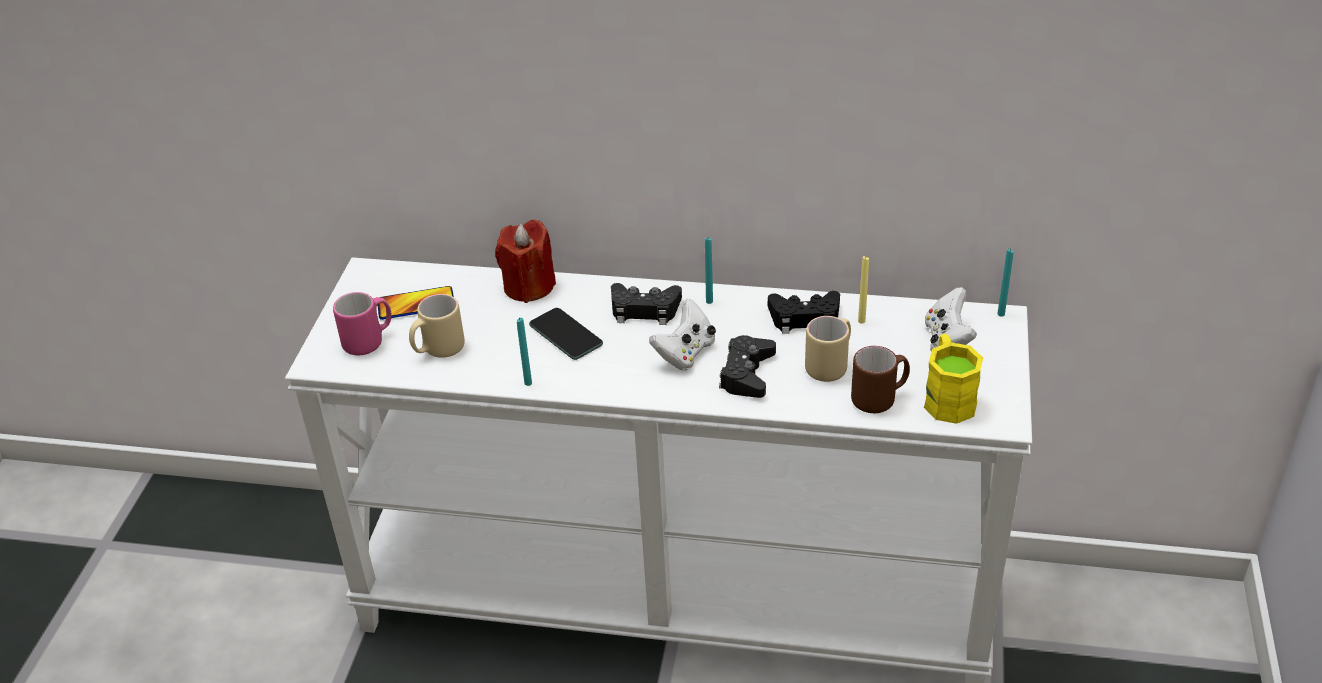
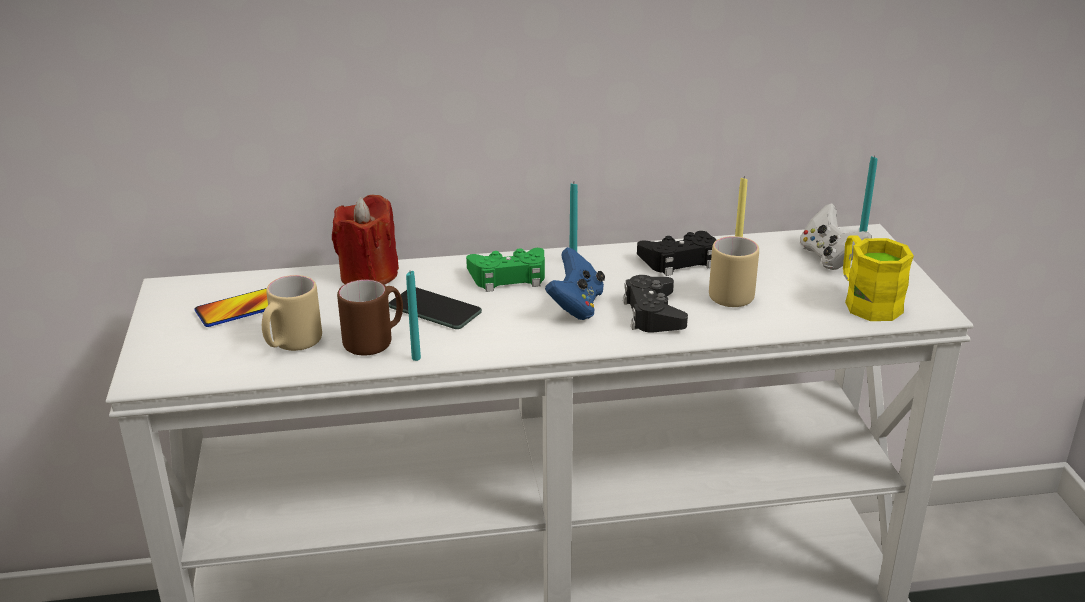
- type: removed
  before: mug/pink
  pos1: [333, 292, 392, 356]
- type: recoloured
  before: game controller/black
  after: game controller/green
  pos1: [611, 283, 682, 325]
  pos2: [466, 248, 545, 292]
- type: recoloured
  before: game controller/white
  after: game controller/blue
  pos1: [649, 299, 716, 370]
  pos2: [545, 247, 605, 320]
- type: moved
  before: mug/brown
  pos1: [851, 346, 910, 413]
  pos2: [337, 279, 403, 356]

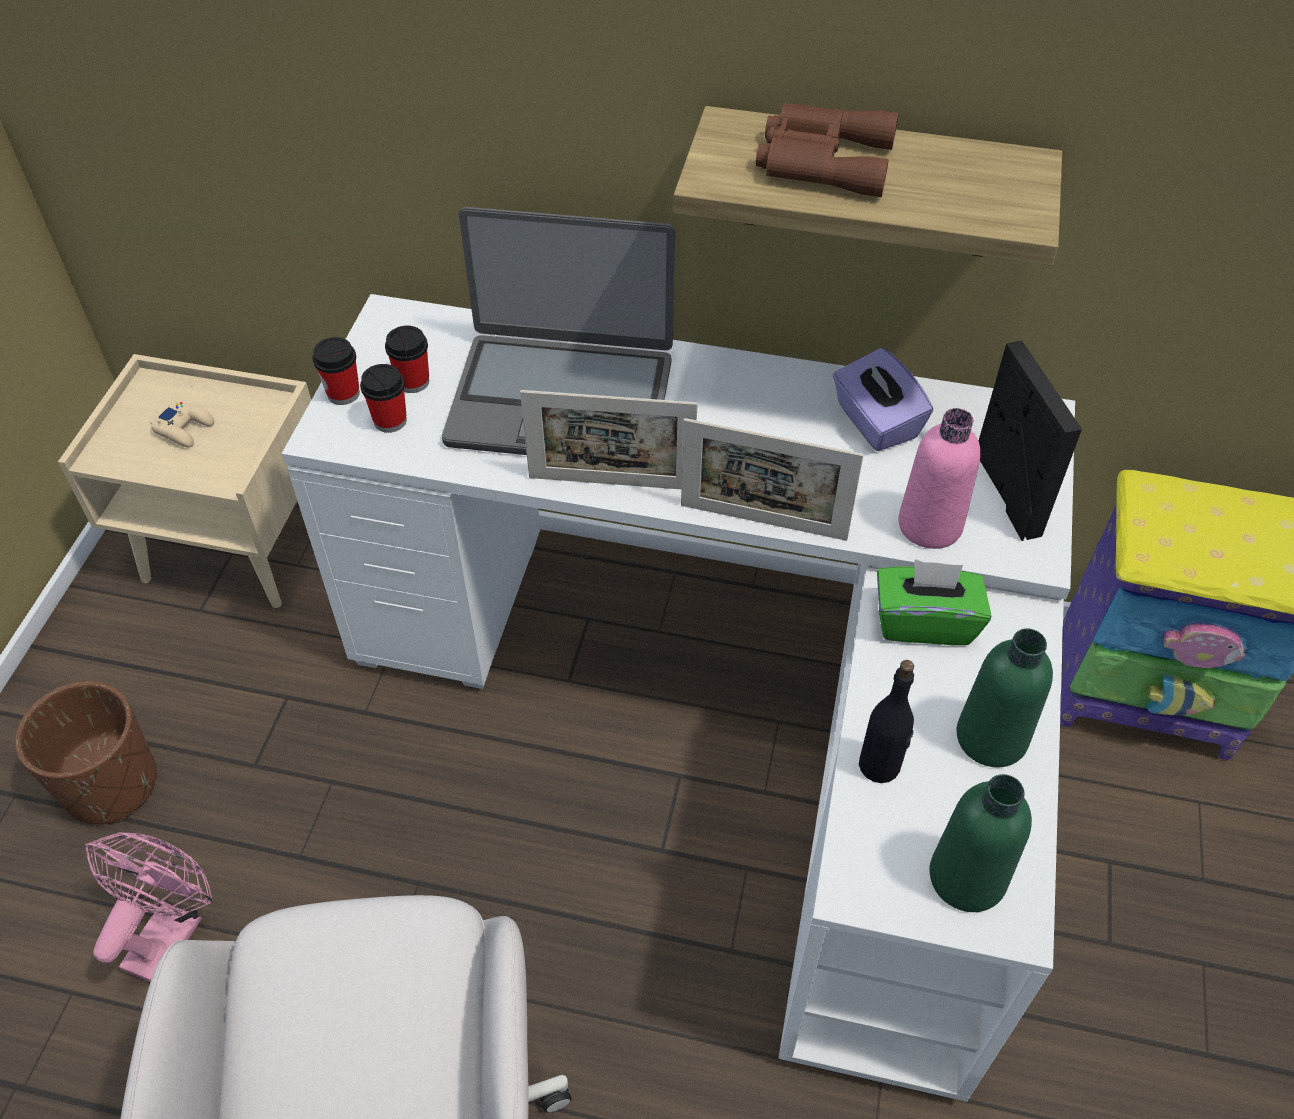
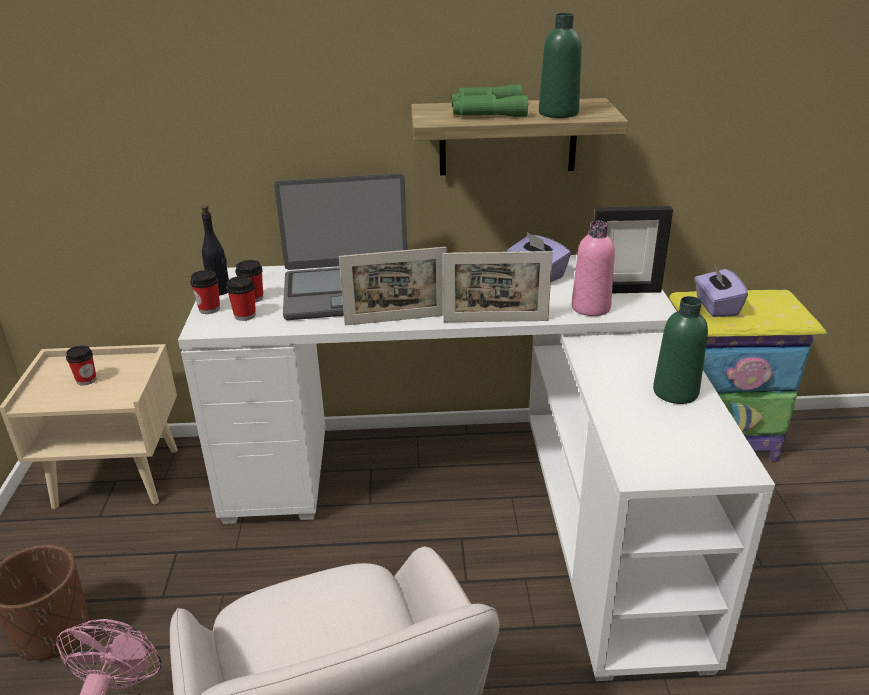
- type: replaced
  before: game controller/beige
  after: cup
  pos1: [150, 401, 214, 447]
  pos2: [66, 345, 97, 386]
- type: recoloured
  before: binoculars/brown
  after: binoculars/green
  pos1: [756, 103, 899, 197]
  pos2: [451, 84, 528, 117]
- type: moved
  before: bottle/black
  pos1: [859, 660, 914, 783]
  pos2: [201, 205, 229, 296]
- type: removed
  before: tissue box/green
  pos1: [877, 559, 991, 645]
- type: moved
  before: bottle/green
  pos1: [929, 774, 1032, 912]
  pos2: [539, 13, 582, 118]
- type: turned
  before: picture frame
  pos1: [979, 340, 1082, 541]
  pos2: [594, 206, 673, 293]
  turn: 120
- type: added
  after: tissue box/purple
  pos2: [695, 264, 748, 317]

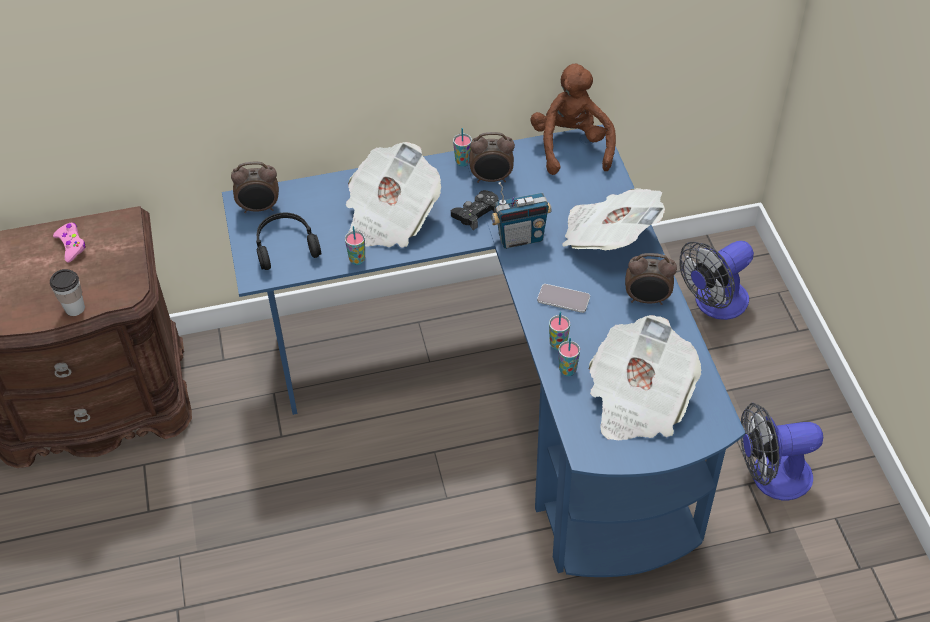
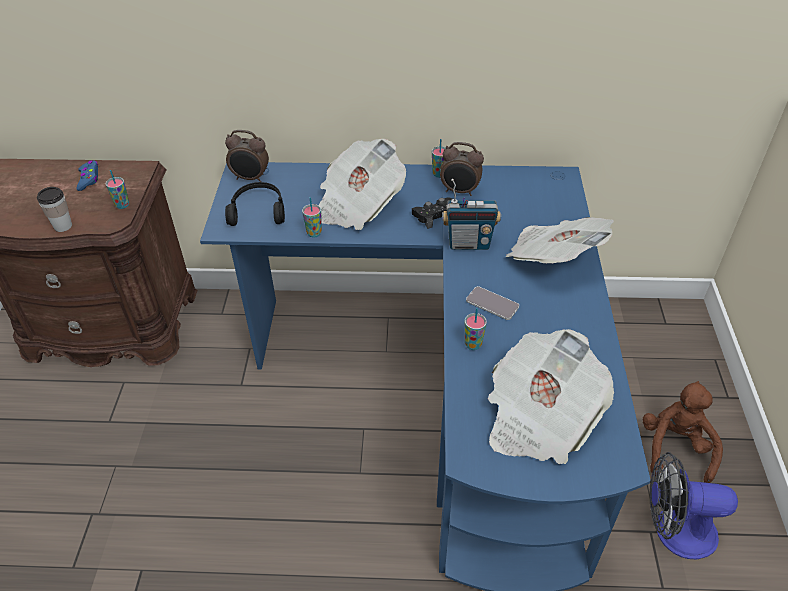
- type: recoloured
  before: game controller/pink
  after: game controller/blue
  pos1: [53, 223, 86, 263]
  pos2: [77, 160, 98, 191]
- type: moved
  before: plush toy/brown
  pos1: [531, 63, 616, 175]
  pos2: [643, 381, 723, 483]
- type: moved
  before: cup
  pos1: [559, 338, 580, 376]
  pos2: [106, 170, 129, 209]
- type: removed
  before: alarm clock
  pos1: [625, 253, 677, 305]
- type: removed
  before: fan
  pos1: [679, 241, 754, 320]

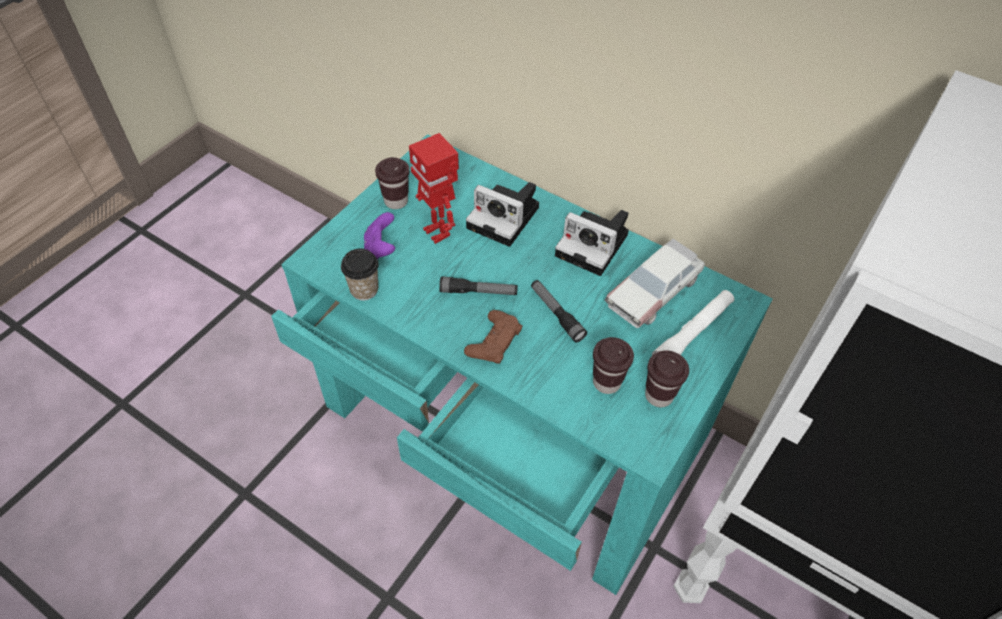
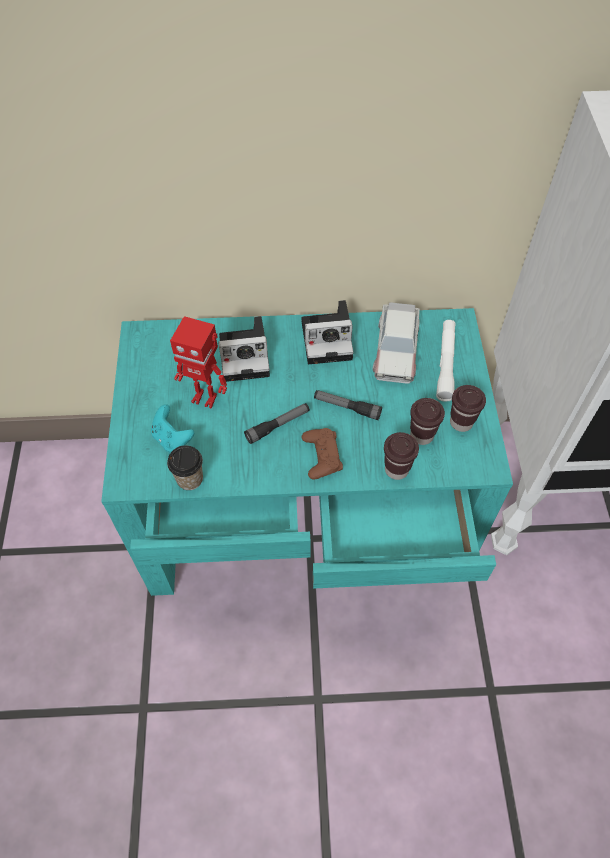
- type: recoloured
  before: game controller/purple
  after: game controller/turquoise
  pos1: [364, 212, 395, 260]
  pos2: [151, 404, 194, 453]
- type: moved
  before: cup/brown
  pos1: [375, 157, 410, 209]
  pos2: [384, 432, 419, 480]

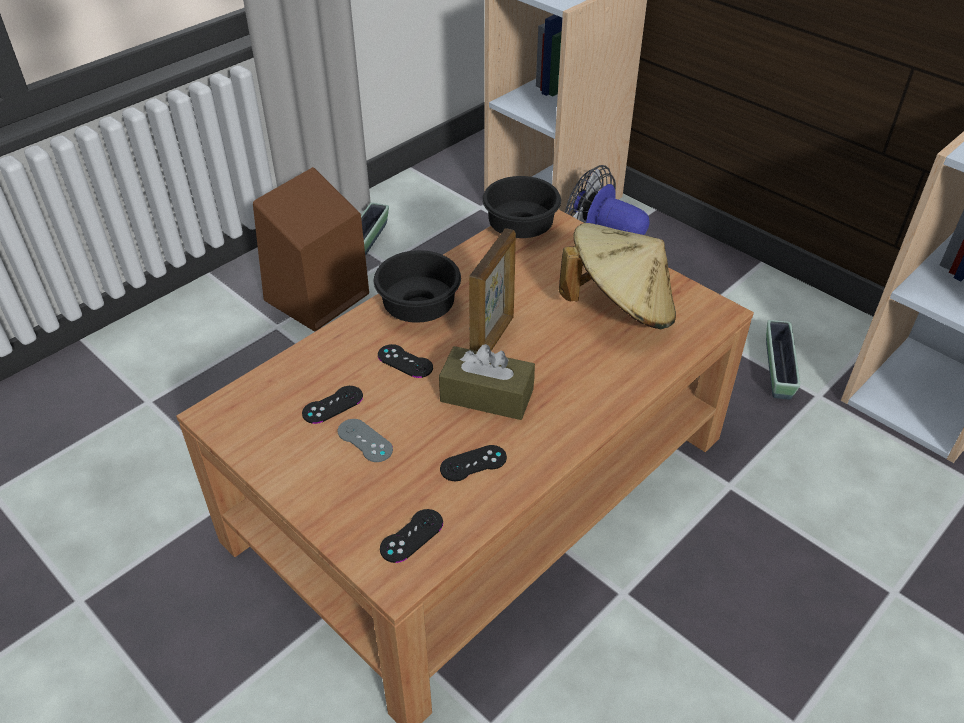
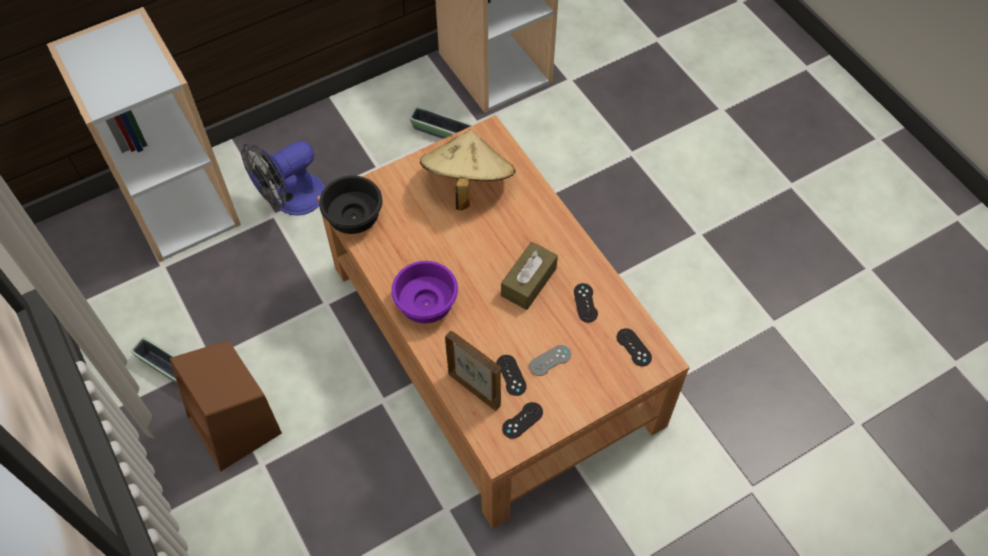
- type: recoloured
  before: bowl/black
  after: bowl/purple
  pos1: [374, 250, 461, 323]
  pos2: [391, 261, 458, 323]
- type: moved
  before: game controller/black
  pos1: [378, 344, 433, 378]
  pos2: [502, 402, 543, 439]
- type: moved
  before: picture frame
  pos1: [469, 228, 516, 351]
  pos2: [445, 331, 501, 411]

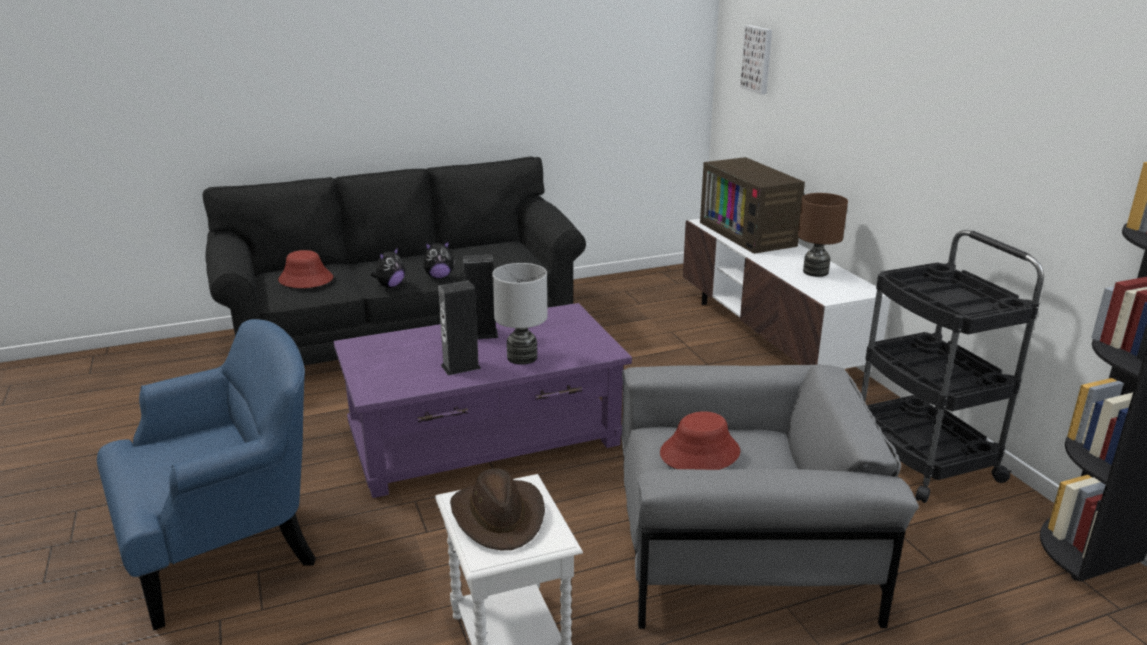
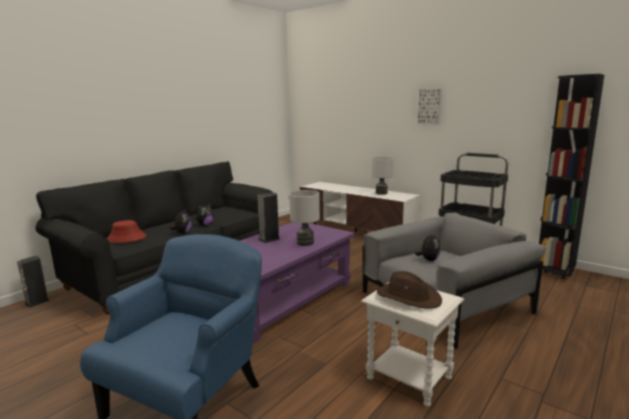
- type: moved
  before: speaker
  pos1: [438, 280, 481, 375]
  pos2: [17, 256, 50, 308]
- type: replaced
  before: hat/red
  after: plush toy
  pos1: [660, 411, 740, 470]
  pos2: [415, 232, 441, 261]
- type: removed
  before: television
  pos1: [700, 157, 805, 254]
- type: moved
  before: picture
  pos1: [740, 25, 772, 94]
  pos2: [417, 88, 442, 124]
- type: recoloured
  before: table lamp/brown
  after: table lamp/grey
  pos1: [798, 193, 848, 277]
  pos2: [372, 157, 393, 195]

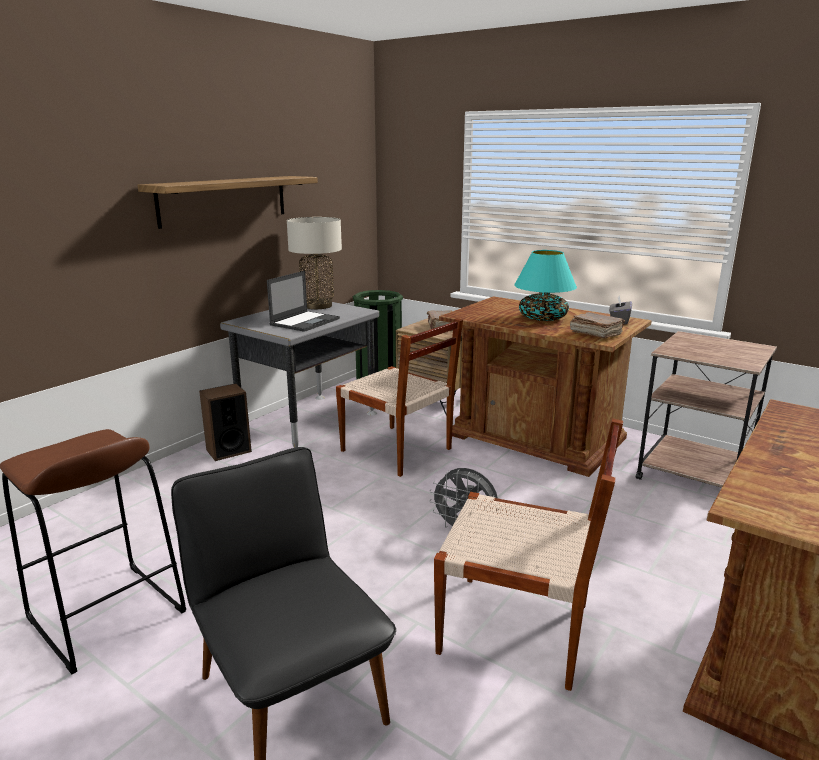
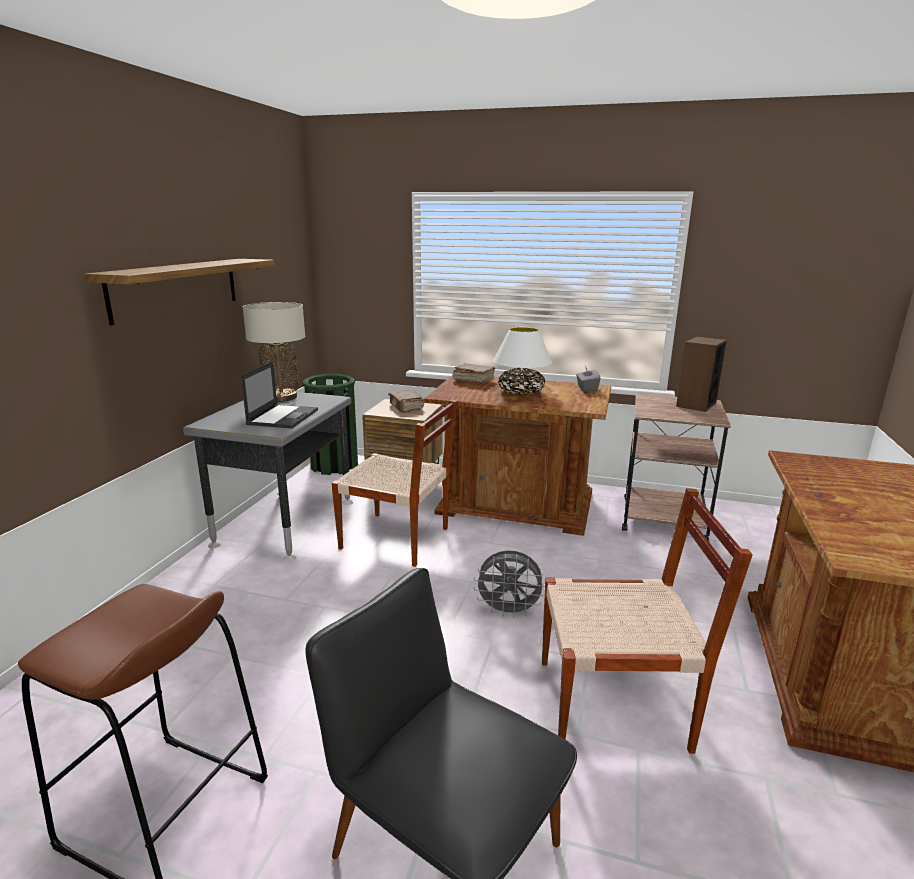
- type: moved
  before: speaker
  pos1: [199, 384, 252, 461]
  pos2: [676, 336, 727, 412]
- type: recoloured
  before: table lamp/turquoise
  after: table lamp/white
  pos1: [514, 250, 577, 321]
  pos2: [493, 327, 552, 395]
- type: moved
  before: book/brown
  pos1: [570, 312, 625, 339]
  pos2: [453, 363, 495, 383]

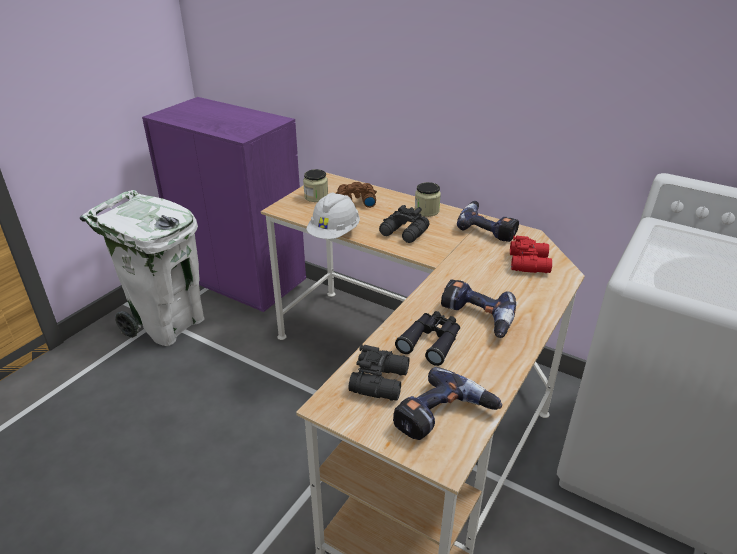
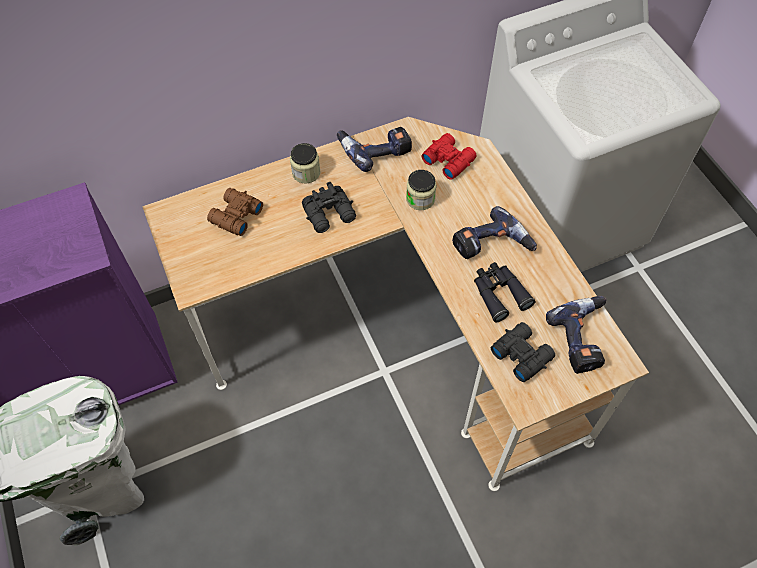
- type: moved
  before: jar
  pos1: [303, 169, 328, 202]
  pos2: [406, 170, 436, 210]
- type: removed
  before: hard hat/white
  pos1: [306, 193, 360, 239]

